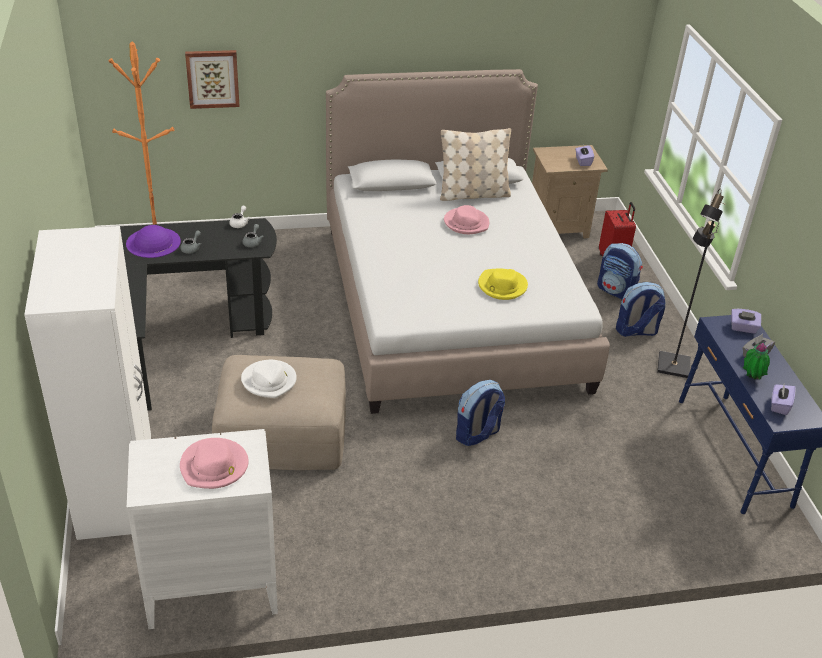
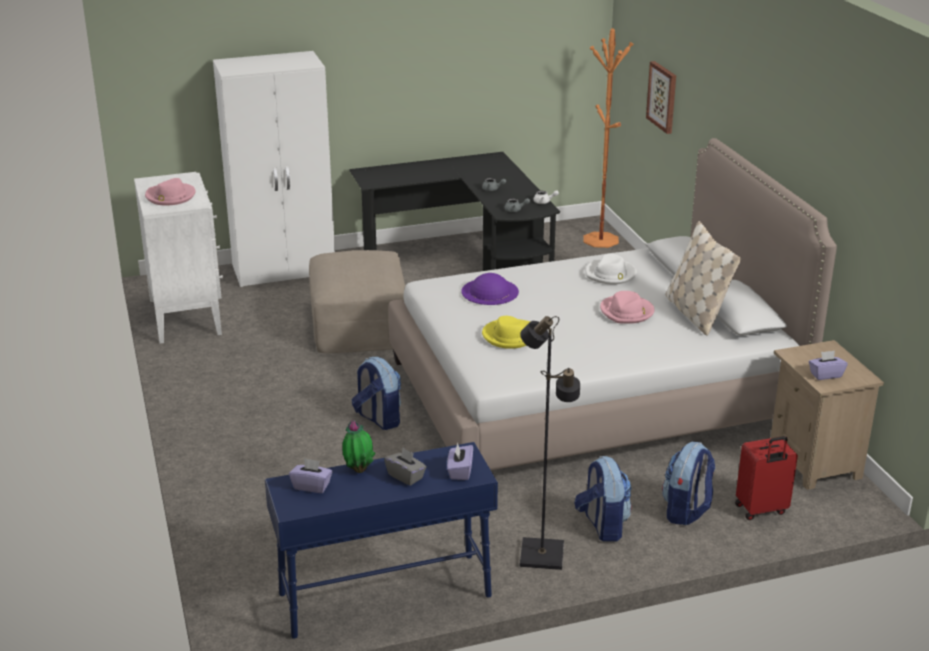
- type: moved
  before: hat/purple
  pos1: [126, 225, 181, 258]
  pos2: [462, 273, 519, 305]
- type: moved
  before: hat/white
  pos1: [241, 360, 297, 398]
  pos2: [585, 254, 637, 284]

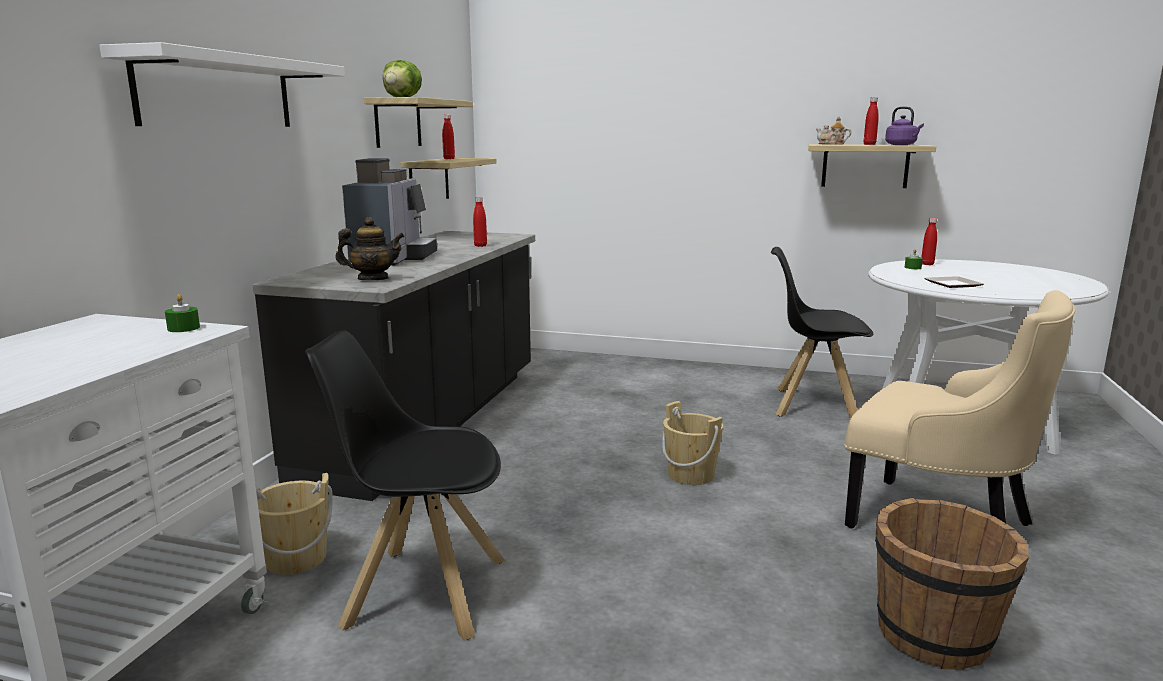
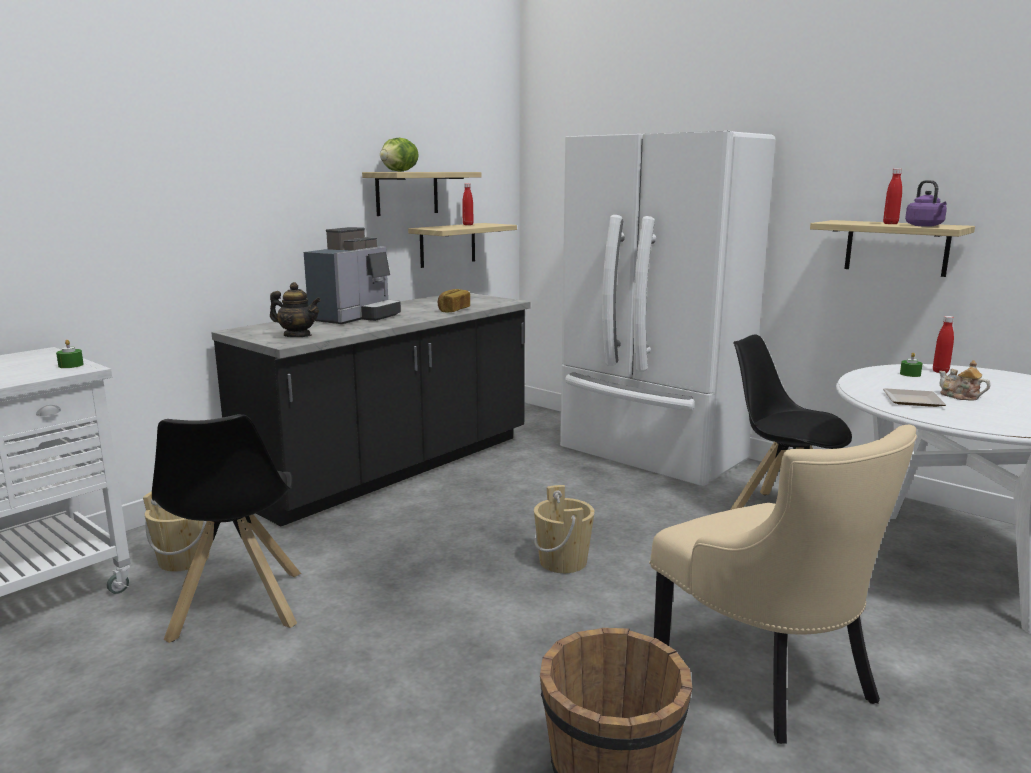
- type: removed
  before: shelf/white
  pos1: [99, 42, 345, 127]
- type: turned
  before: chair/black
  pos1: [305, 331, 505, 641]
  pos2: [152, 414, 301, 643]
  turn: -135
- type: replaced
  before: bottle/red
  after: bread
  pos1: [473, 197, 487, 247]
  pos2: [438, 289, 470, 313]
- type: moved
  before: teapot
  pos1: [816, 117, 851, 145]
  pos2: [939, 360, 990, 401]
- type: added
  after: fridge/white
  pos2: [560, 131, 776, 486]

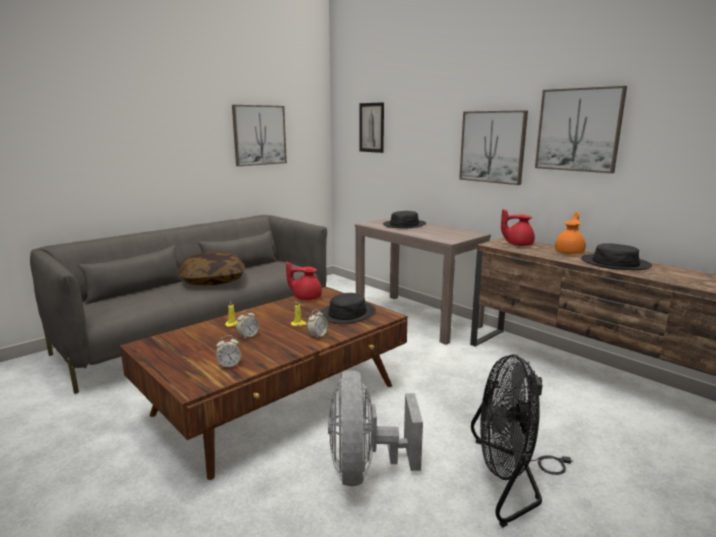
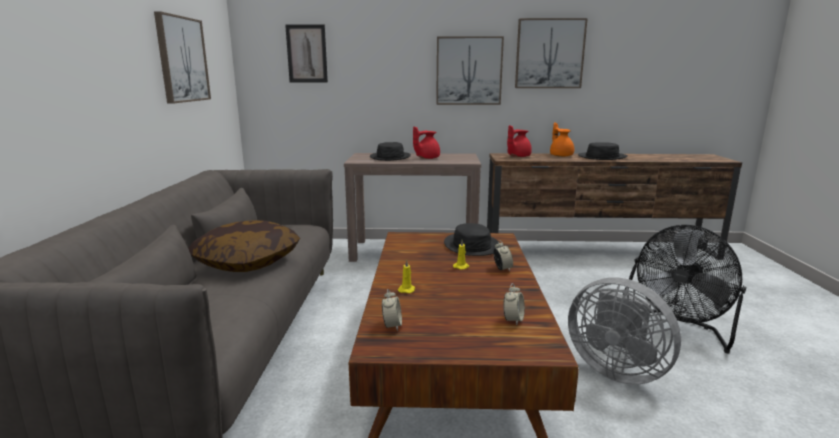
- type: moved
  before: alarm clock
  pos1: [236, 310, 259, 339]
  pos2: [382, 289, 402, 331]
- type: moved
  before: teapot/red
  pos1: [286, 262, 322, 300]
  pos2: [413, 126, 440, 159]

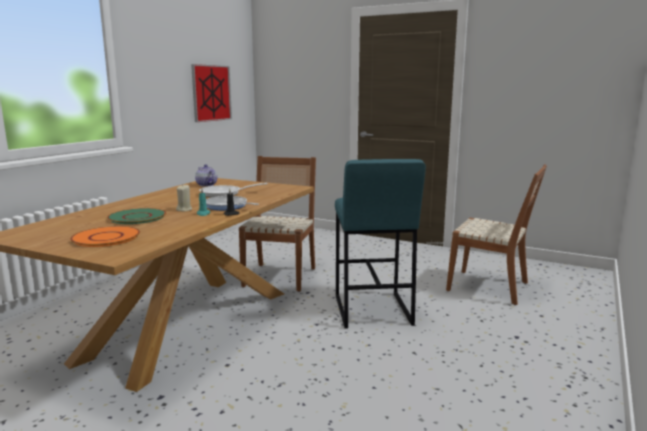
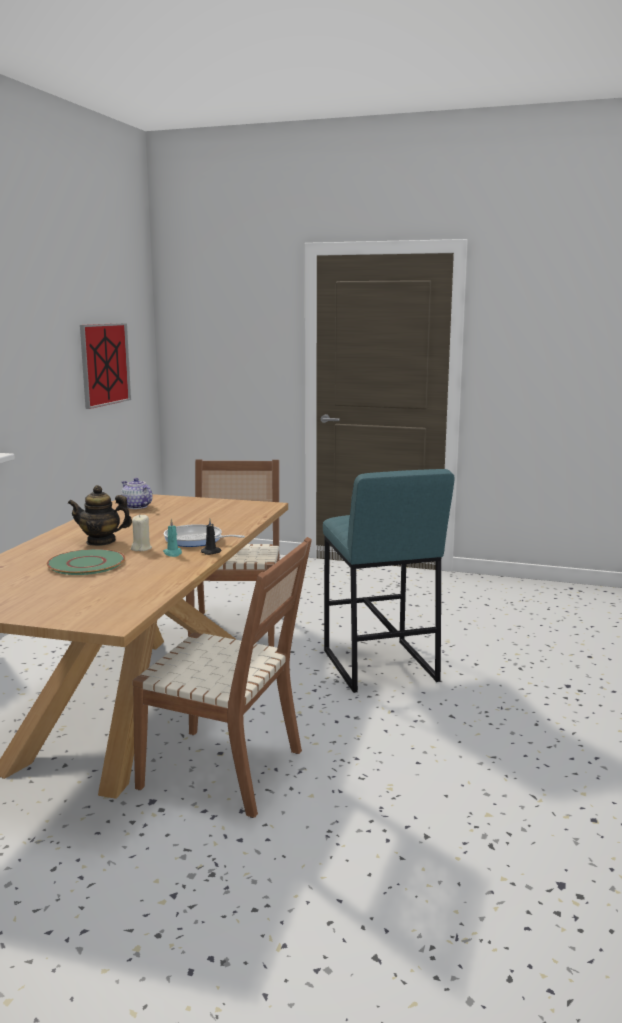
- type: removed
  before: plate/orange
  pos1: [70, 226, 140, 247]
- type: removed
  before: frying pan
  pos1: [199, 183, 268, 197]
- type: moved
  before: chair
  pos1: [446, 164, 547, 305]
  pos2: [132, 537, 312, 818]
- type: added
  after: teapot
  pos2: [68, 485, 132, 546]

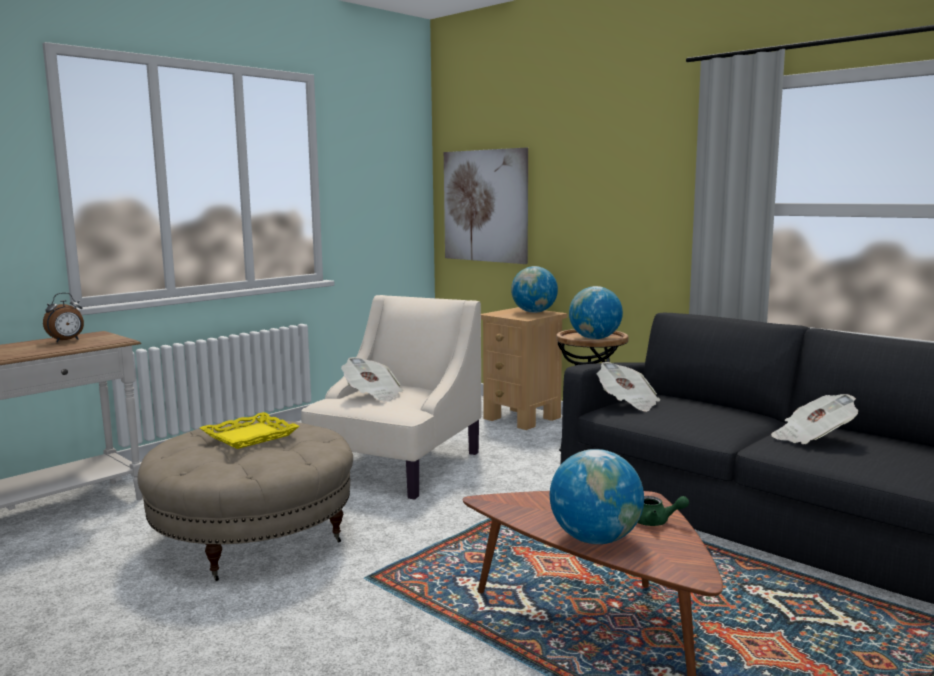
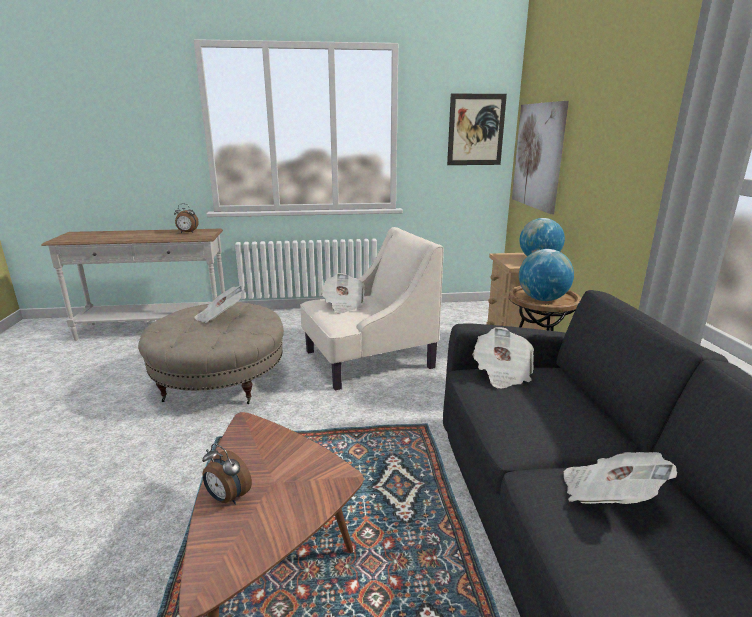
- type: replaced
  before: tray/yellow
  after: newspaper
  pos1: [200, 412, 299, 449]
  pos2: [194, 286, 245, 323]
- type: replaced
  before: globe
  after: alarm clock
  pos1: [550, 449, 644, 544]
  pos2: [202, 444, 252, 504]
- type: removed
  before: teapot/green
  pos1: [637, 496, 689, 526]
- type: added
  after: picture
  pos2: [447, 93, 507, 165]

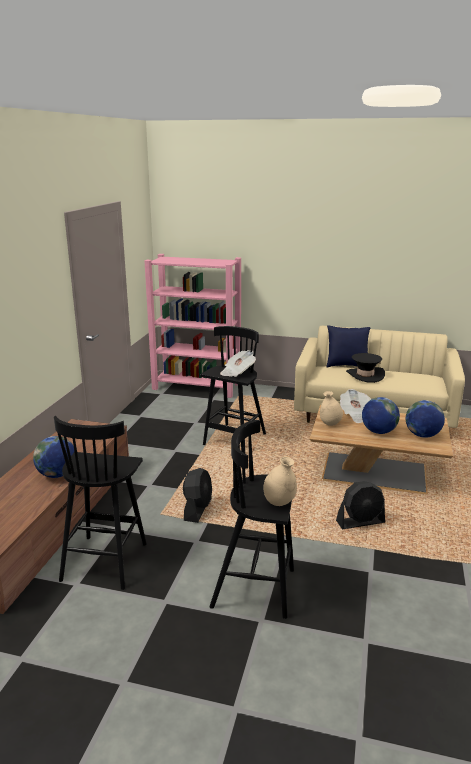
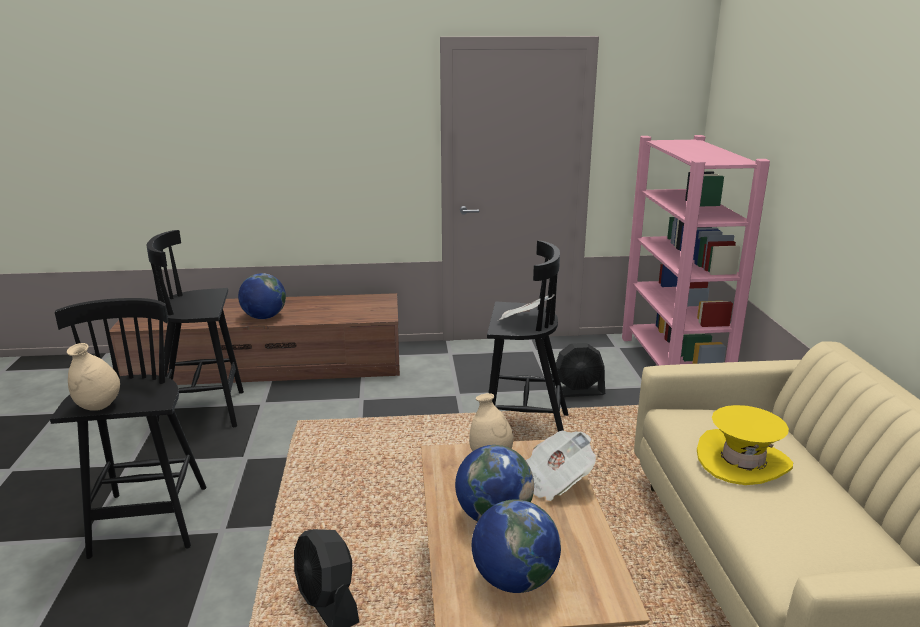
- type: moved
  before: fan/black
  pos1: [183, 468, 212, 523]
  pos2: [551, 343, 605, 397]
- type: removed
  before: pillow/blue
  pos1: [326, 325, 371, 367]
- type: recoloured
  before: hat/black
  after: hat/yellow
  pos1: [346, 353, 385, 383]
  pos2: [697, 405, 793, 485]

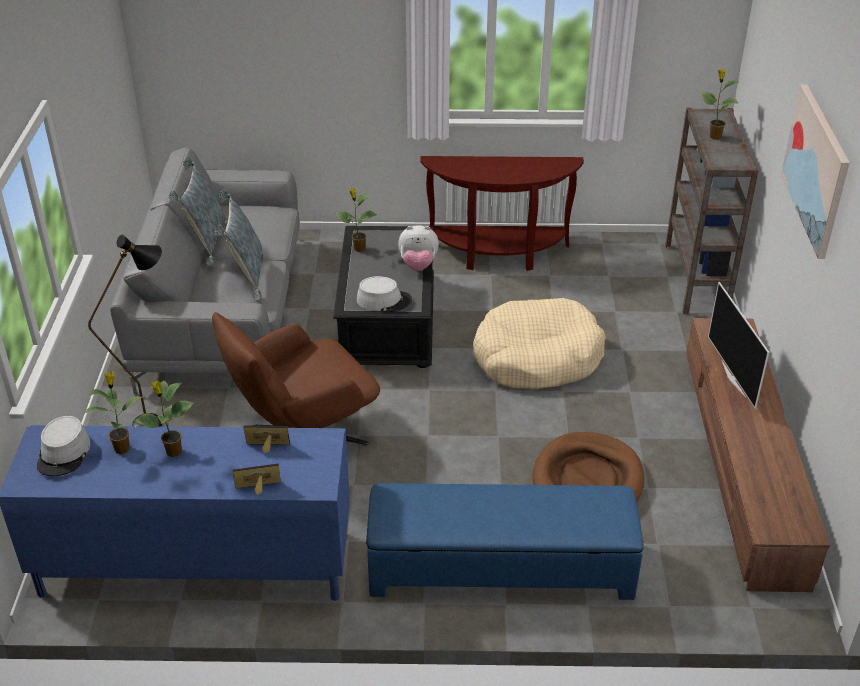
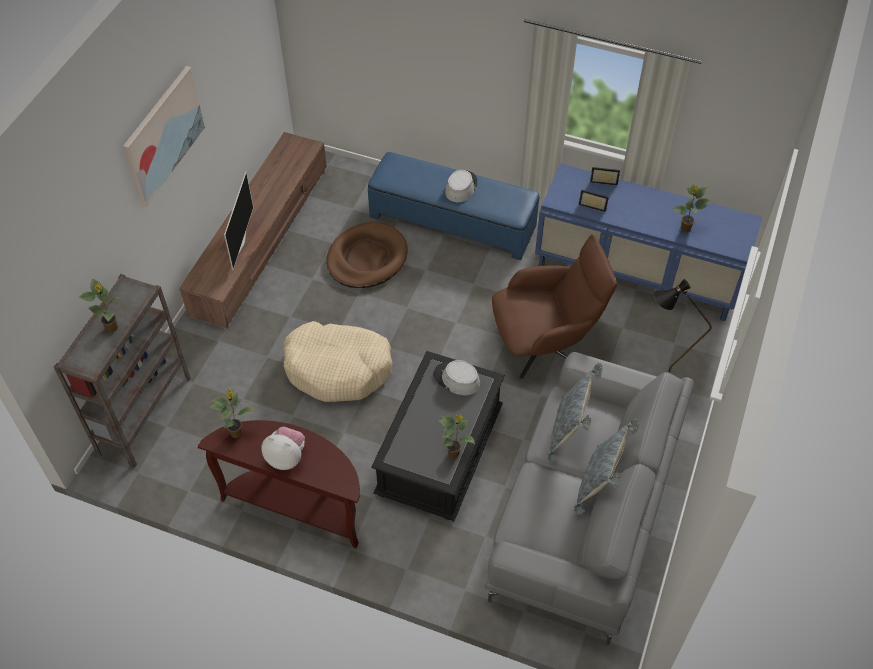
- type: moved
  before: hat/grey
  pos1: [37, 416, 90, 476]
  pos2: [445, 170, 478, 202]
- type: moved
  before: potted plant
  pos1: [133, 381, 194, 457]
  pos2: [209, 389, 255, 438]
- type: moved
  before: plush toy
  pos1: [398, 225, 439, 271]
  pos2: [261, 427, 305, 470]

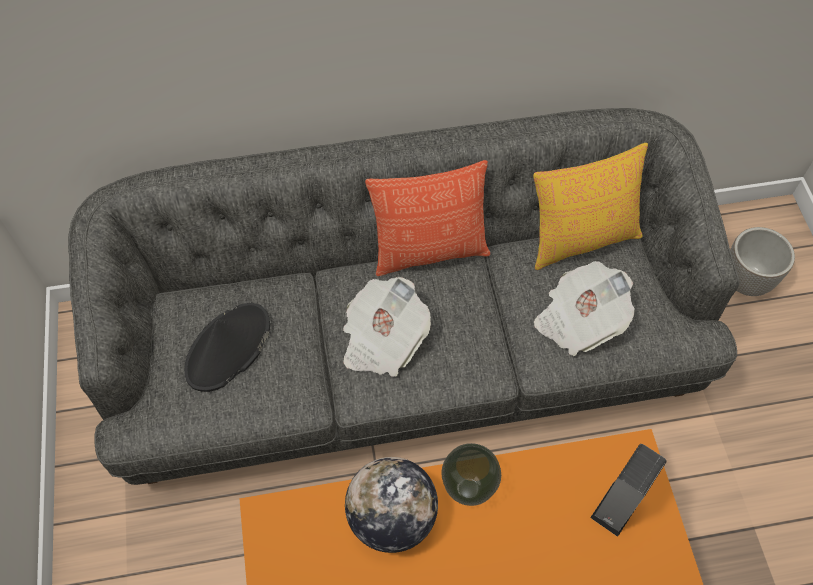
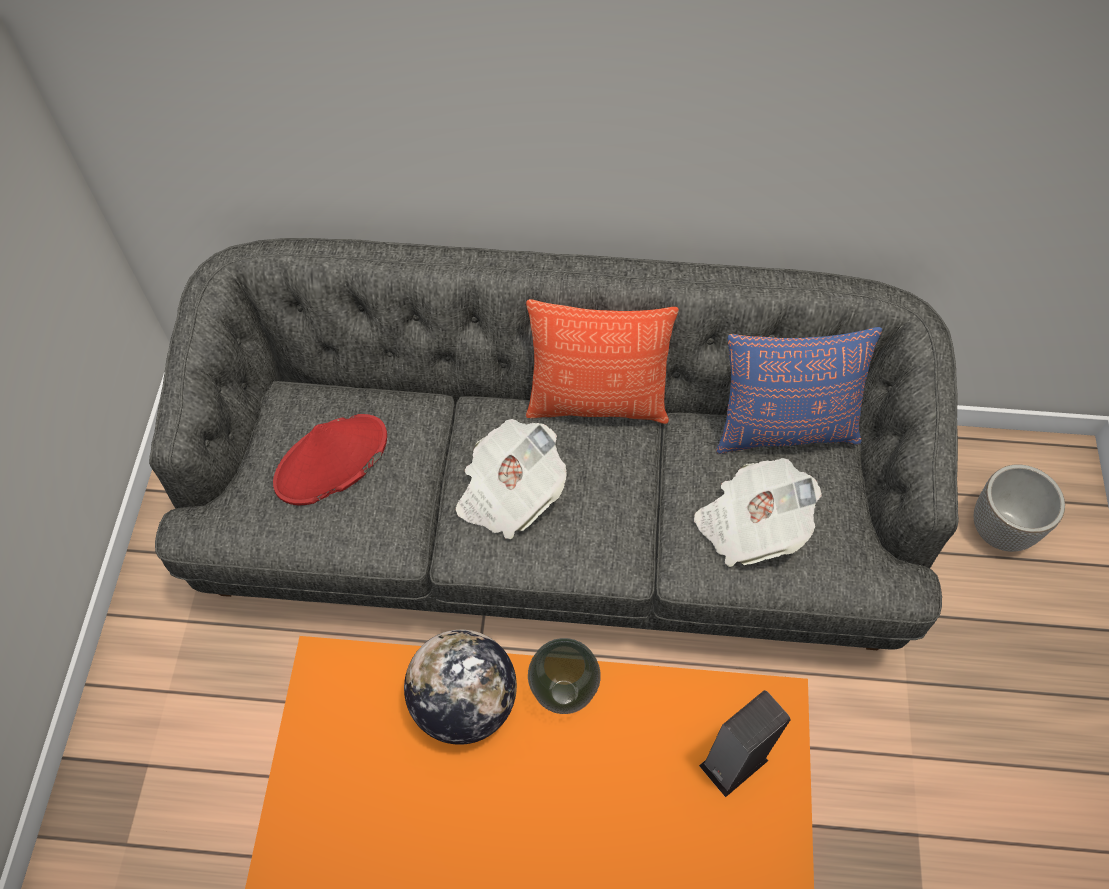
- type: recoloured
  before: hat/black
  after: hat/red
  pos1: [184, 303, 270, 392]
  pos2: [273, 414, 387, 505]
- type: recoloured
  before: pillow/yellow
  after: pillow/blue
  pos1: [533, 143, 648, 270]
  pos2: [716, 327, 882, 454]

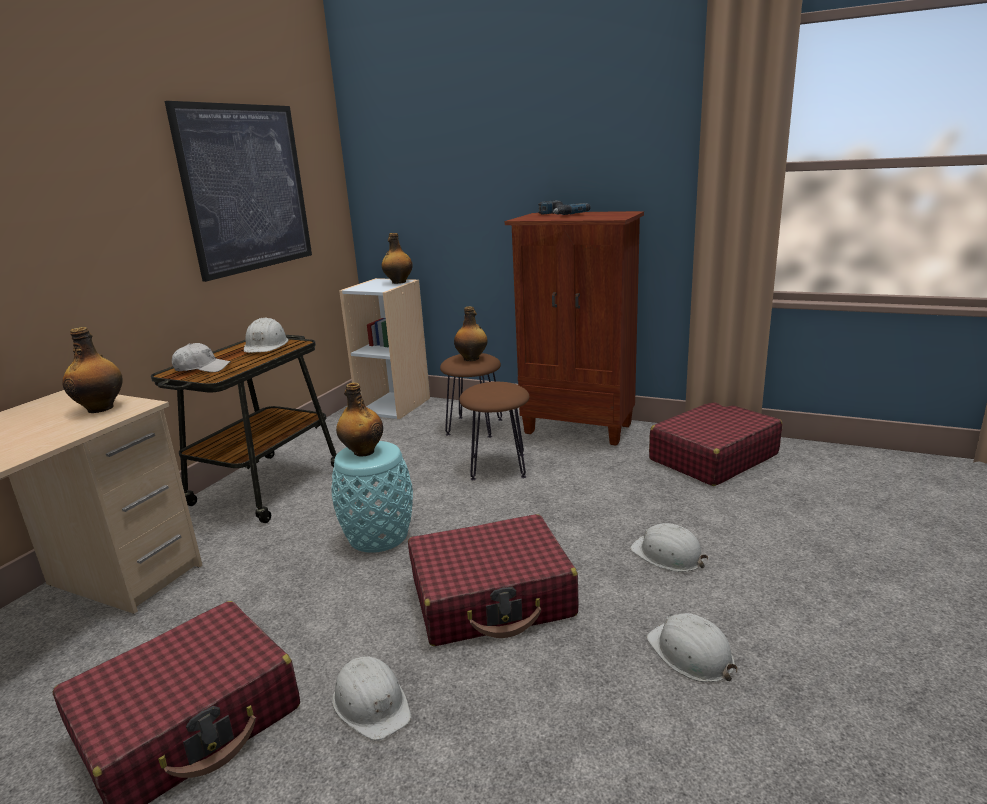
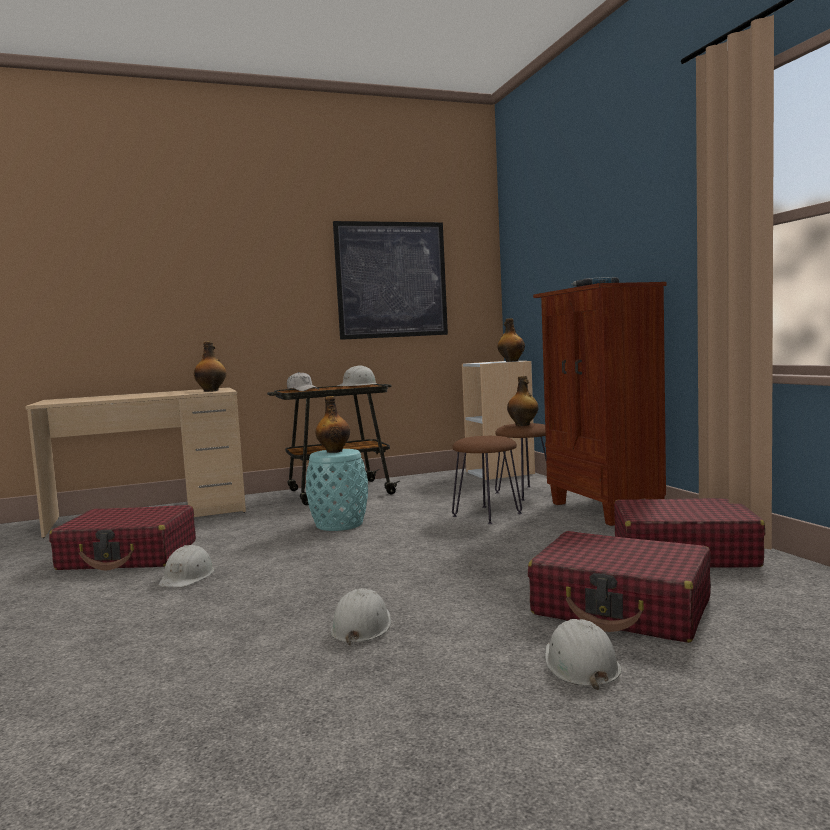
- type: moved
  before: suitcase/red
  pos1: [408, 514, 579, 646]
  pos2: [528, 531, 711, 643]
- type: moved
  before: hard hat/white
  pos1: [630, 523, 709, 572]
  pos2: [545, 619, 622, 690]

